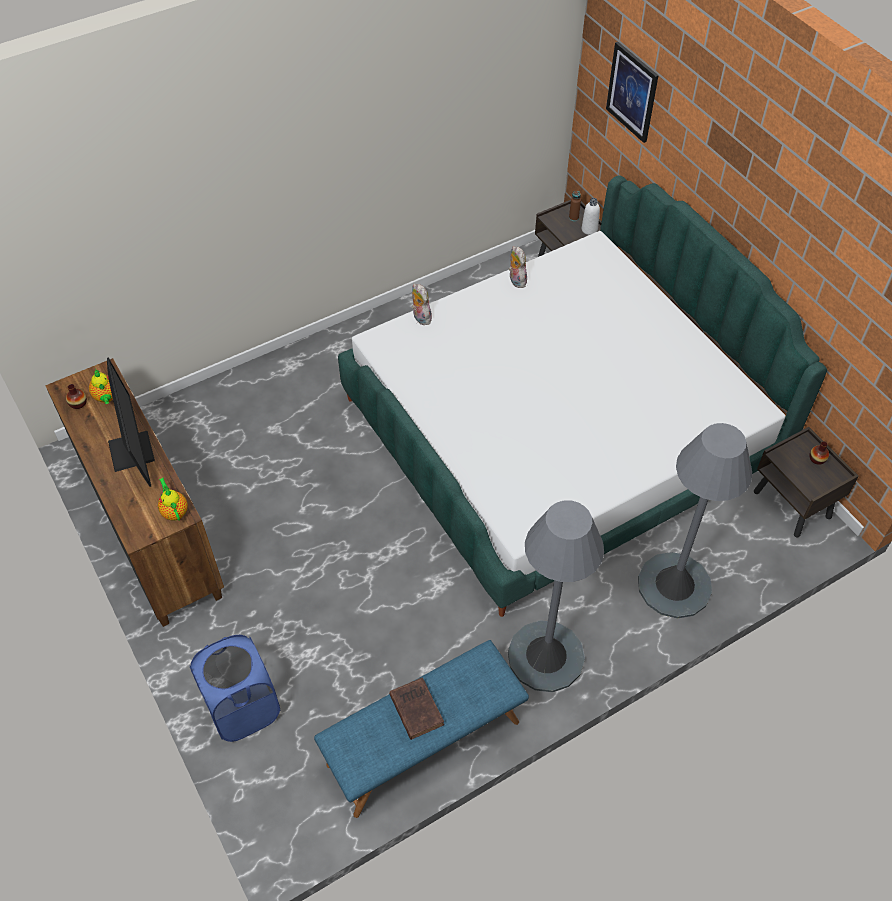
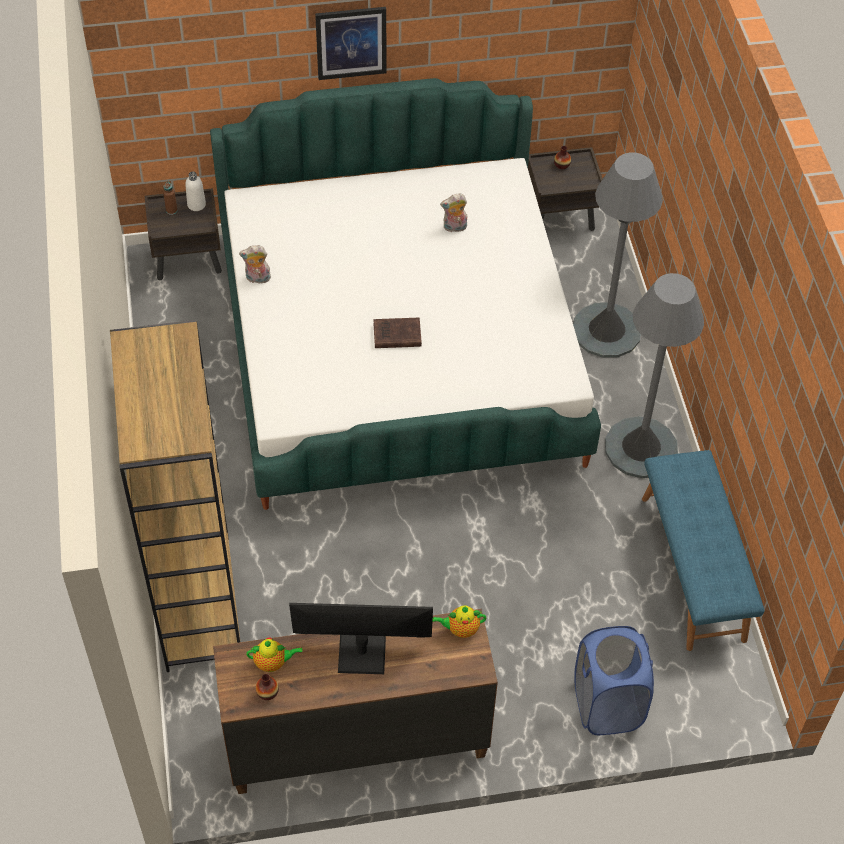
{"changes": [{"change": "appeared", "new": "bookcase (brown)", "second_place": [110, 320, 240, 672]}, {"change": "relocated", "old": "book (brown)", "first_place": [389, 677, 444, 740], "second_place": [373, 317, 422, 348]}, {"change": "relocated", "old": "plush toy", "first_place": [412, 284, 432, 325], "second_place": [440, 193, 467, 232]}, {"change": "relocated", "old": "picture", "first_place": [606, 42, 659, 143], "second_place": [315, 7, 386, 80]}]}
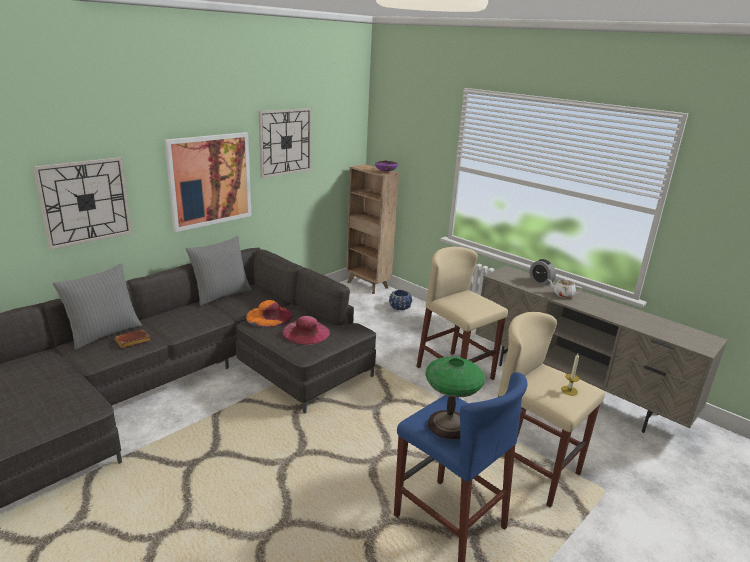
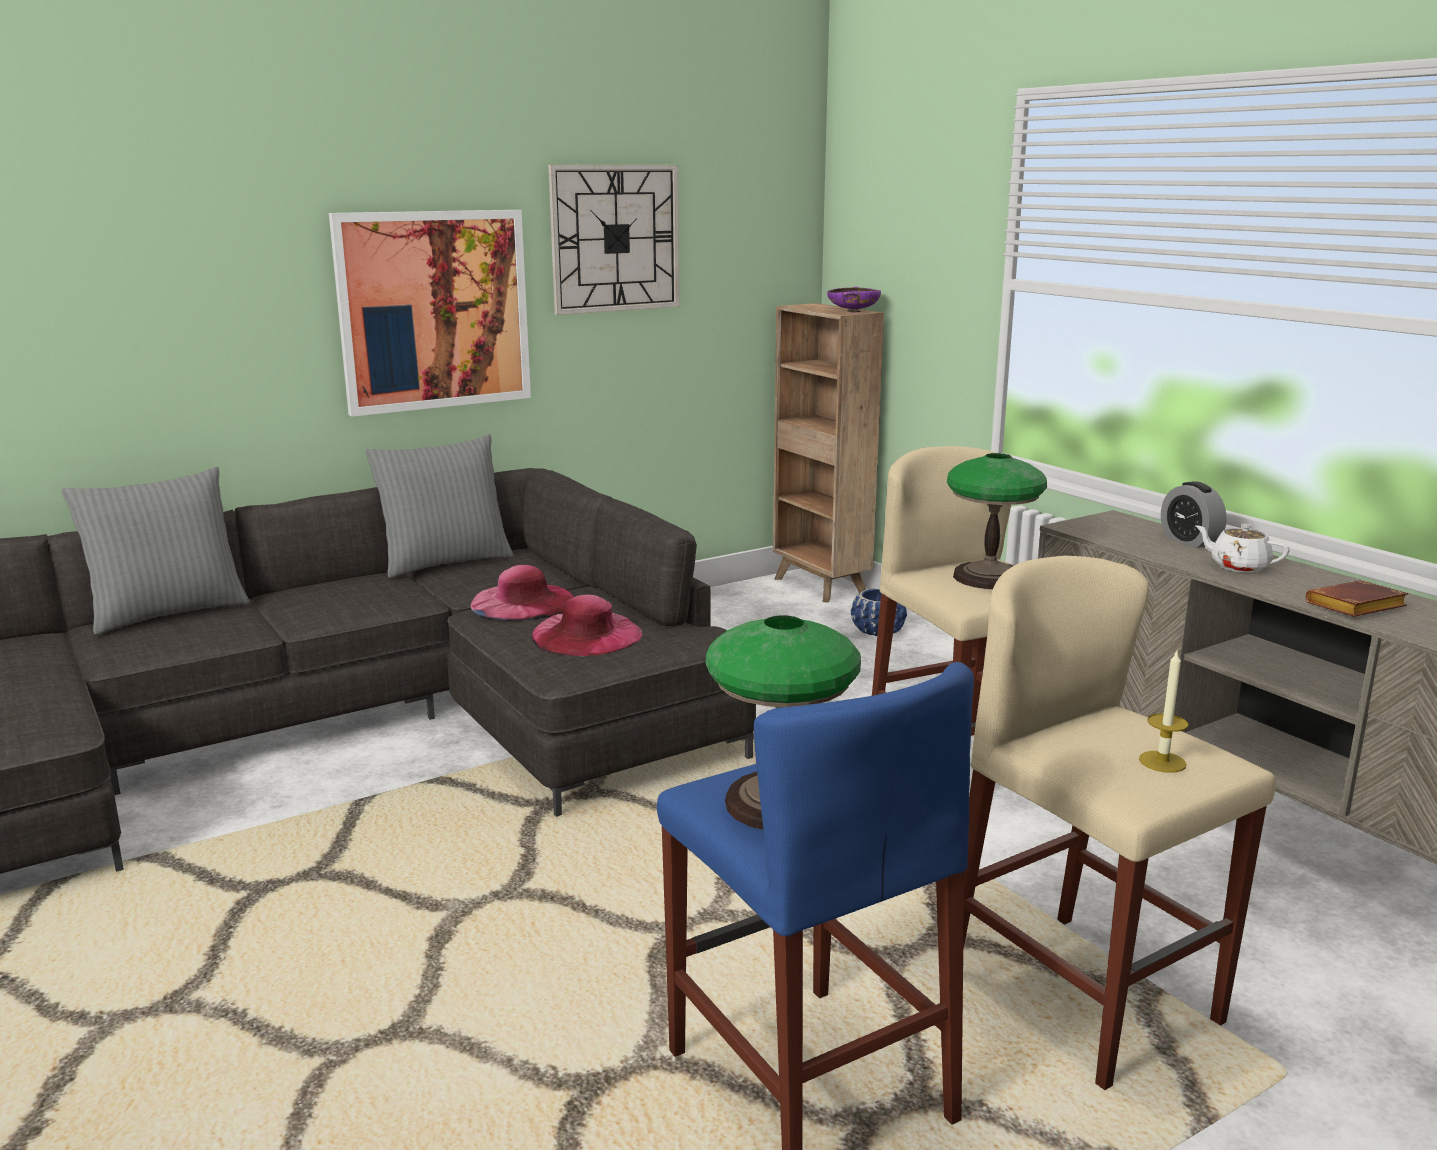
{"changes": [{"change": "missing", "old": "wall clock", "first_place": [33, 157, 132, 250]}, {"change": "appeared", "new": "table lamp", "second_place": [947, 453, 1047, 589]}, {"change": "relocated", "old": "book (brown)", "first_place": [115, 329, 150, 348], "second_place": [1306, 580, 1408, 617]}, {"change": "colour", "old": "hat (orange)", "new": "hat (pink)", "first_place": [246, 300, 293, 327], "second_place": [470, 565, 574, 621]}]}
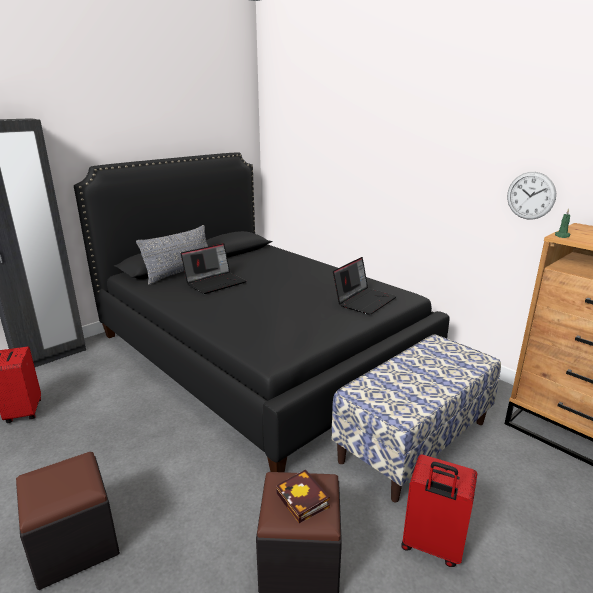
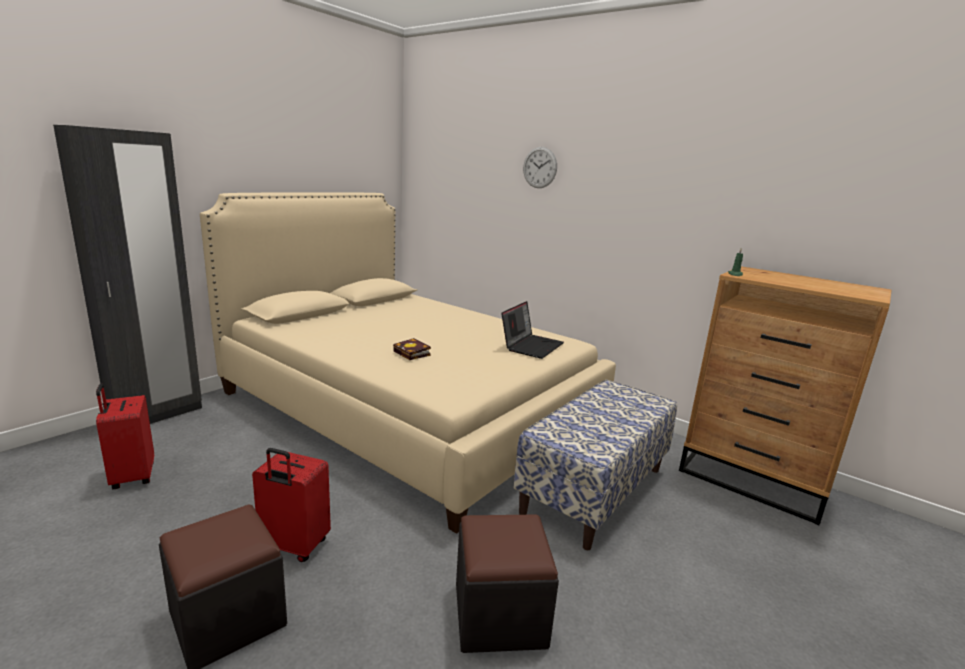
{"changes": [{"change": "missing", "old": "pillow (grey)", "first_place": [136, 225, 208, 285]}, {"change": "missing", "old": "laptop", "first_place": [181, 243, 246, 294]}, {"change": "relocated", "old": "book", "first_place": [276, 469, 330, 523], "second_place": [393, 338, 431, 360]}, {"change": "relocated", "old": "suitcase (red)", "first_place": [401, 455, 477, 567], "second_place": [252, 448, 331, 562]}, {"change": "relocated", "old": "wall clock", "first_place": [507, 172, 556, 220], "second_place": [523, 147, 557, 188]}, {"change": "colour", "old": "bed (black)", "new": "bed (beige)", "first_place": [74, 152, 450, 472], "second_place": [200, 193, 616, 534]}]}
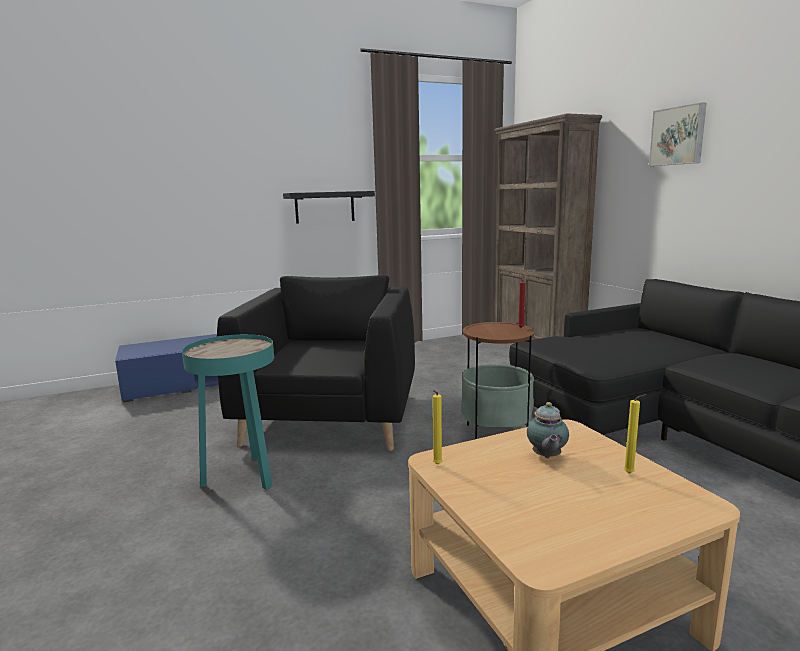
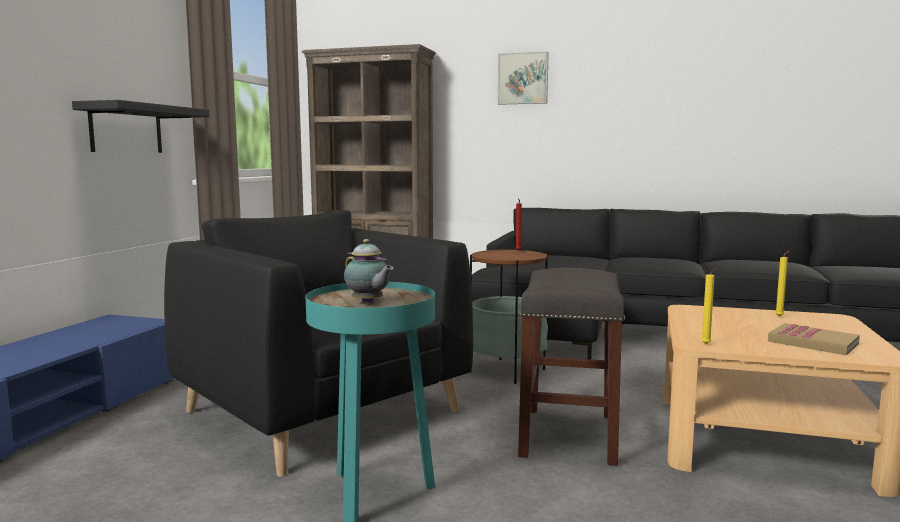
{"changes": [{"change": "appeared", "new": "stool (grey)", "second_place": [518, 268, 625, 466]}, {"change": "appeared", "new": "book", "second_place": [768, 323, 860, 355]}, {"change": "relocated", "old": "teapot", "first_place": [527, 402, 569, 458], "second_place": [344, 239, 393, 303]}]}
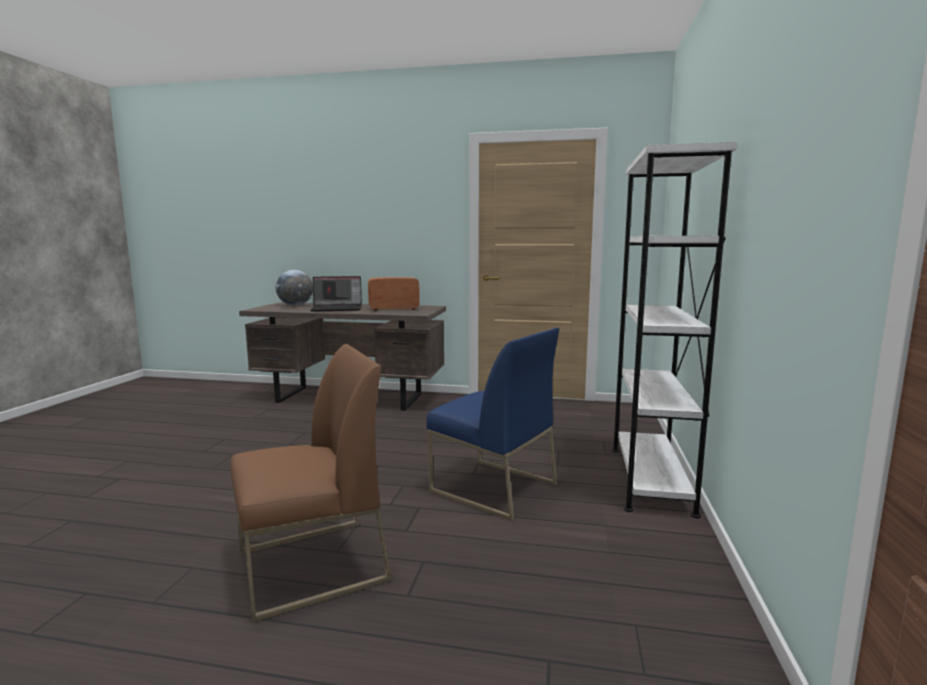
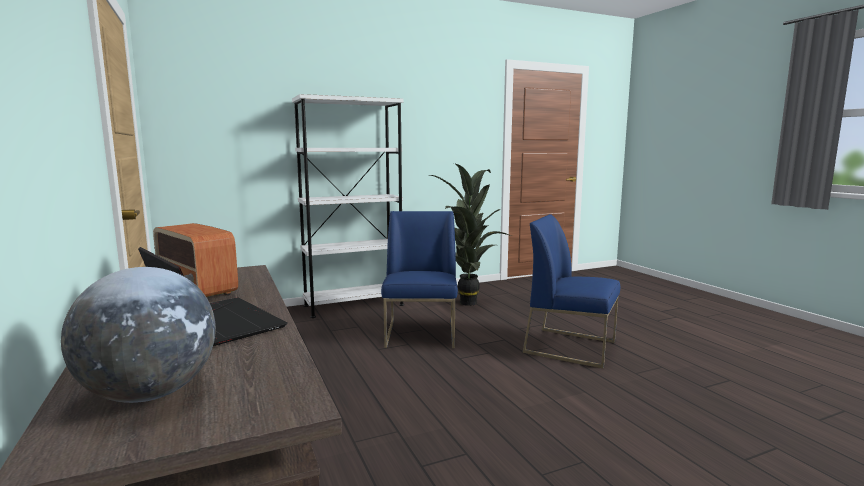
{"changes": [{"change": "appeared", "new": "potted plant", "second_place": [430, 163, 512, 306]}, {"change": "colour", "old": "chair (brown)", "new": "chair (blue)", "first_place": [230, 344, 392, 623], "second_place": [523, 214, 620, 369]}]}
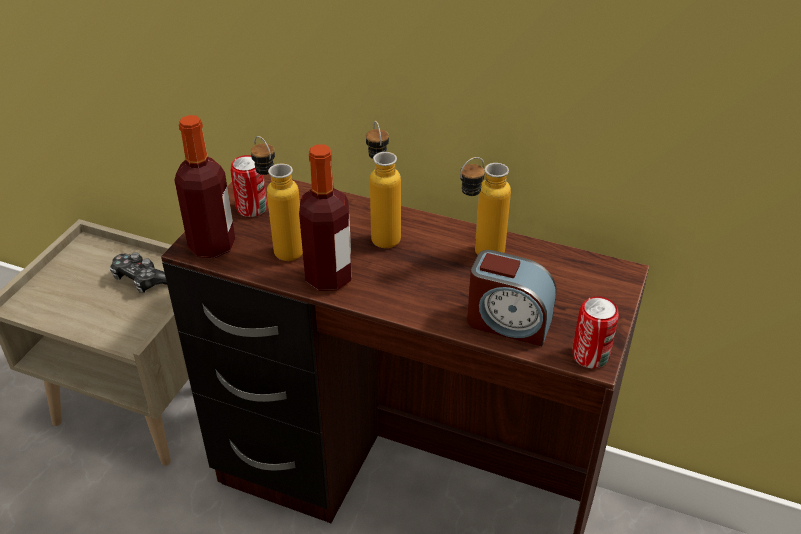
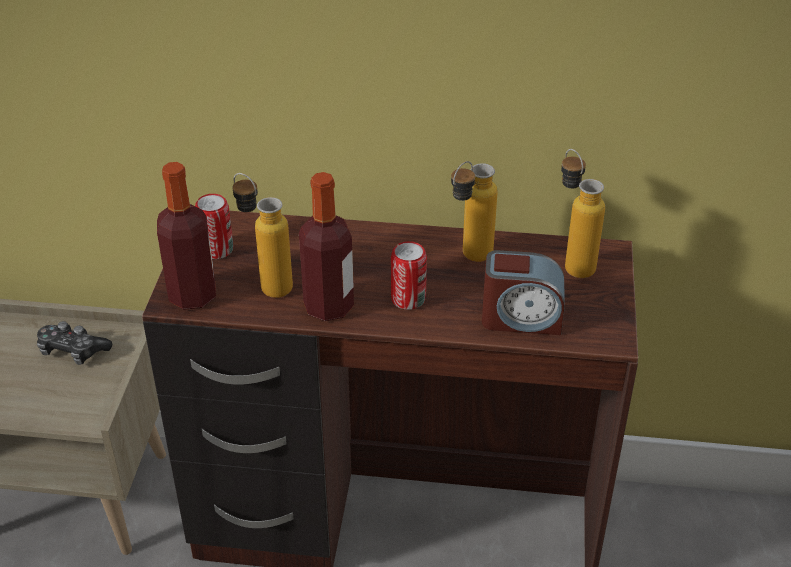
{"changes": [{"change": "relocated", "old": "bottle", "first_place": [366, 121, 401, 248], "second_place": [561, 149, 605, 278]}, {"change": "relocated", "old": "can", "first_place": [572, 296, 619, 368], "second_place": [391, 241, 427, 310]}]}
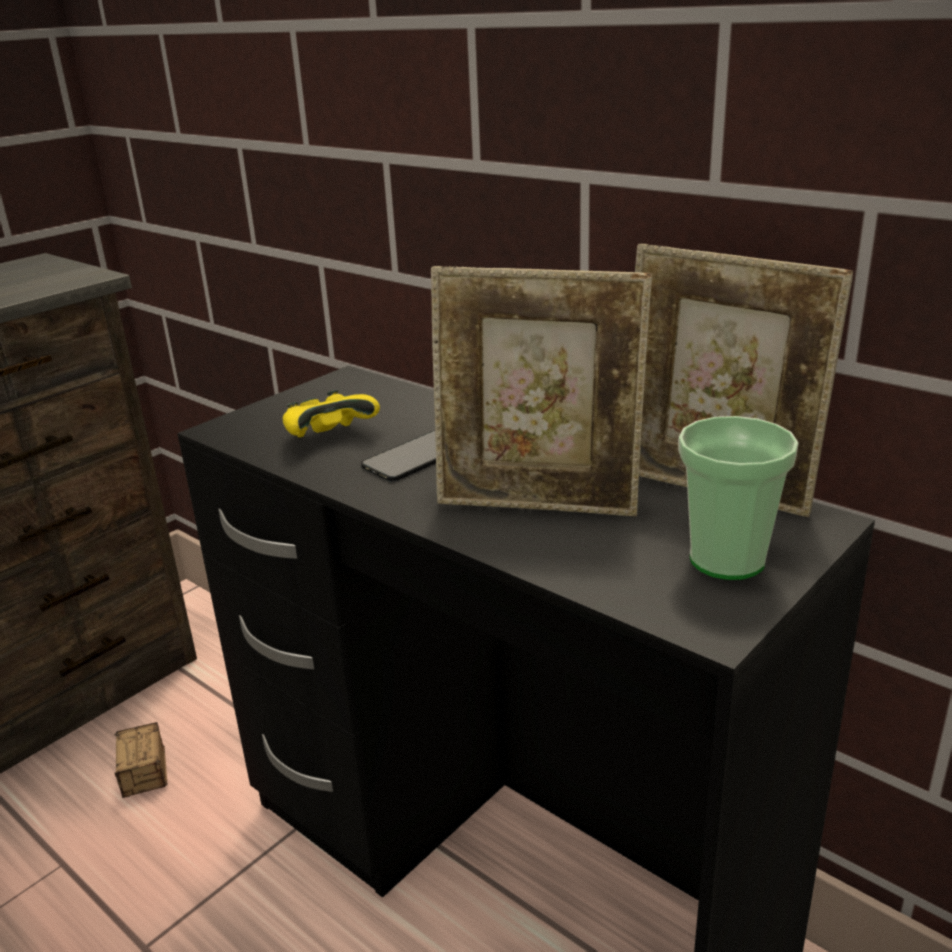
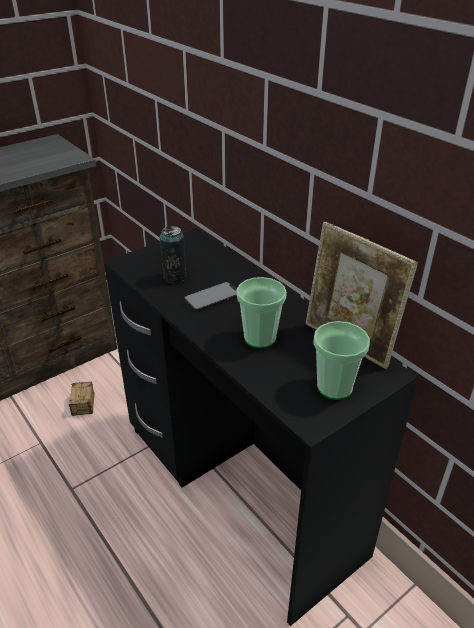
{"changes": [{"change": "exchanged", "old": "game controller (yellow)", "new": "can", "first_place": [283, 390, 380, 438], "second_place": [160, 226, 186, 283]}, {"change": "exchanged", "old": "picture frame", "new": "cup", "first_place": [431, 266, 652, 516], "second_place": [236, 277, 287, 348]}]}
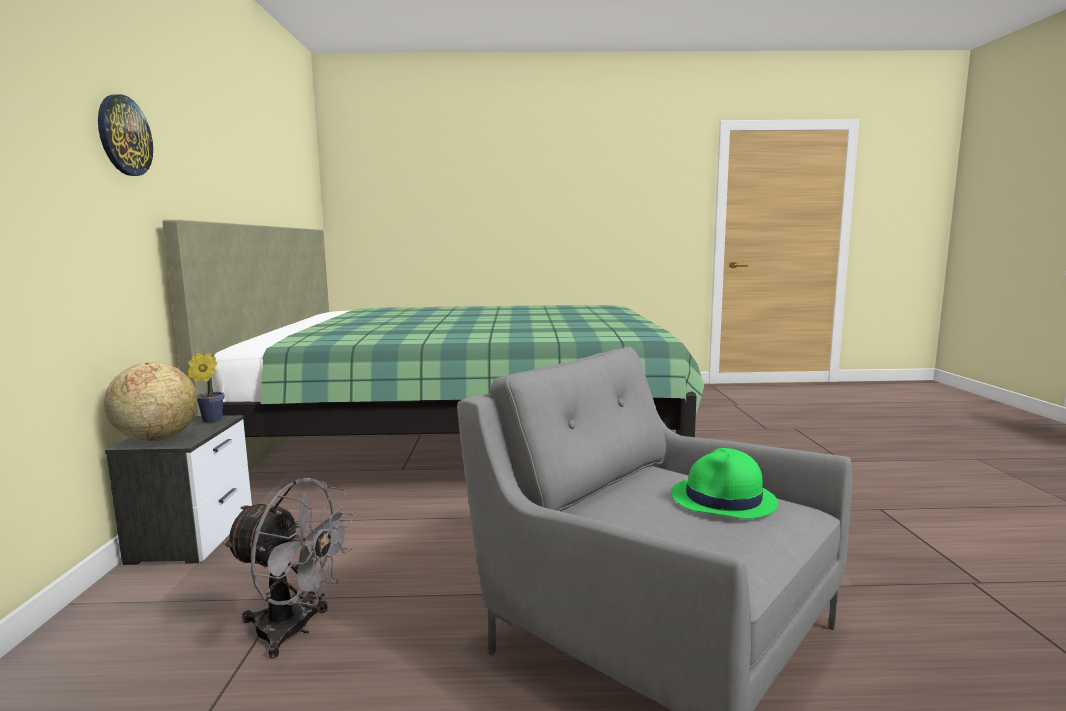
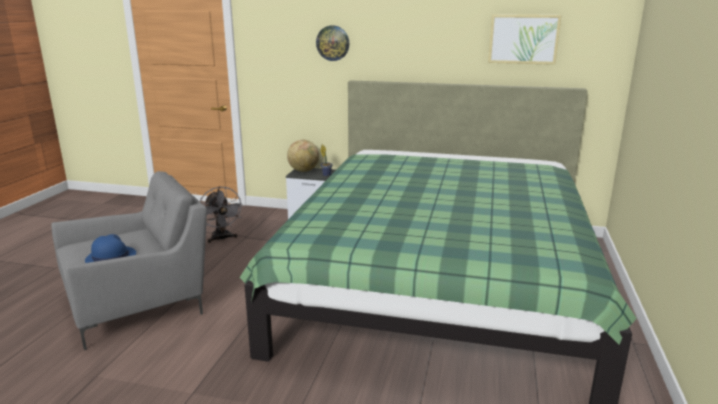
{"changes": [{"change": "appeared", "new": "picture", "second_place": [488, 14, 561, 65]}, {"change": "colour", "old": "hat (green)", "new": "hat (blue)", "first_place": [671, 448, 778, 519], "second_place": [85, 234, 136, 263]}, {"change": "spun", "old": "fan (grey)", "first_place": [223, 478, 355, 658], "second_place": [200, 186, 243, 243], "degrees": -60}]}
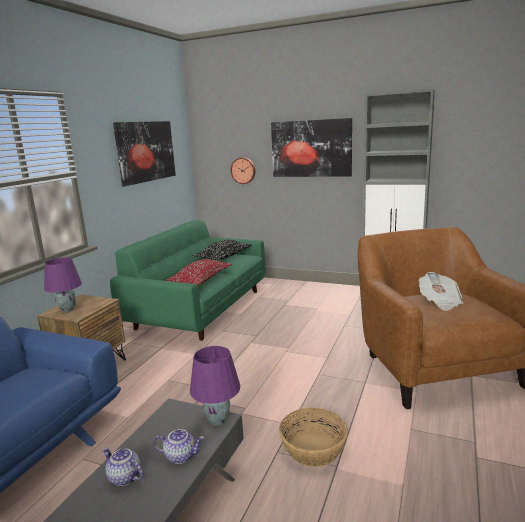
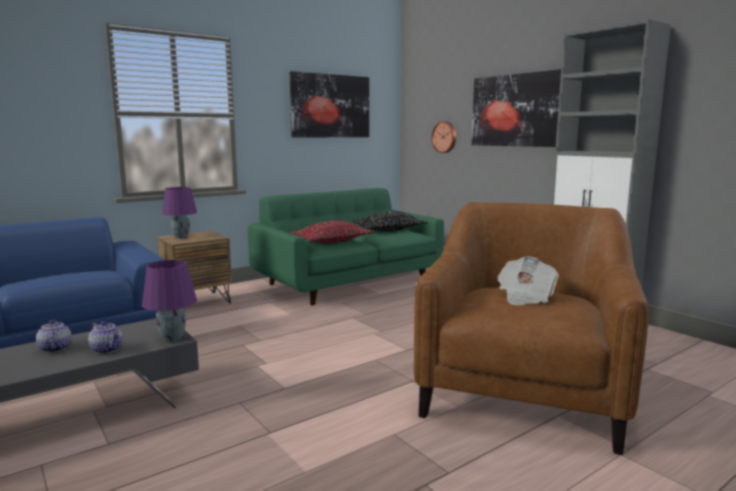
{"changes": [{"change": "missing", "old": "basket", "first_place": [279, 408, 348, 467]}]}
